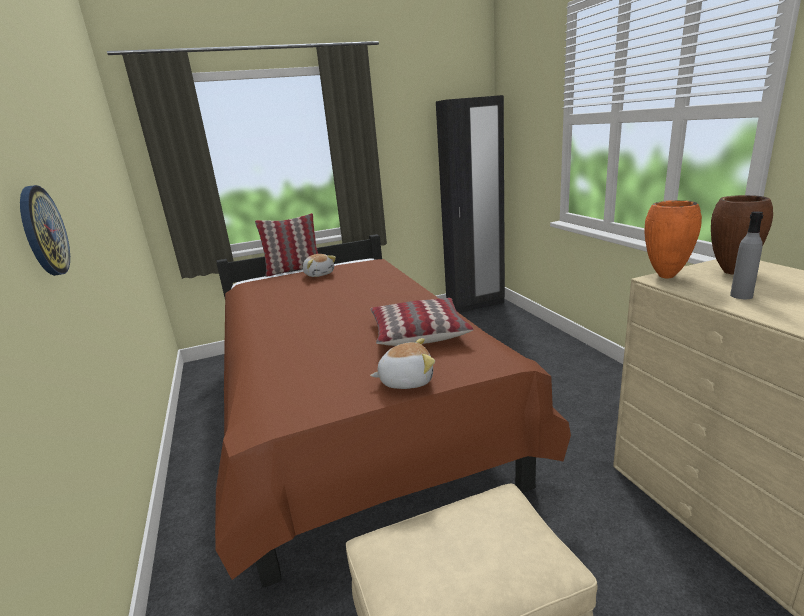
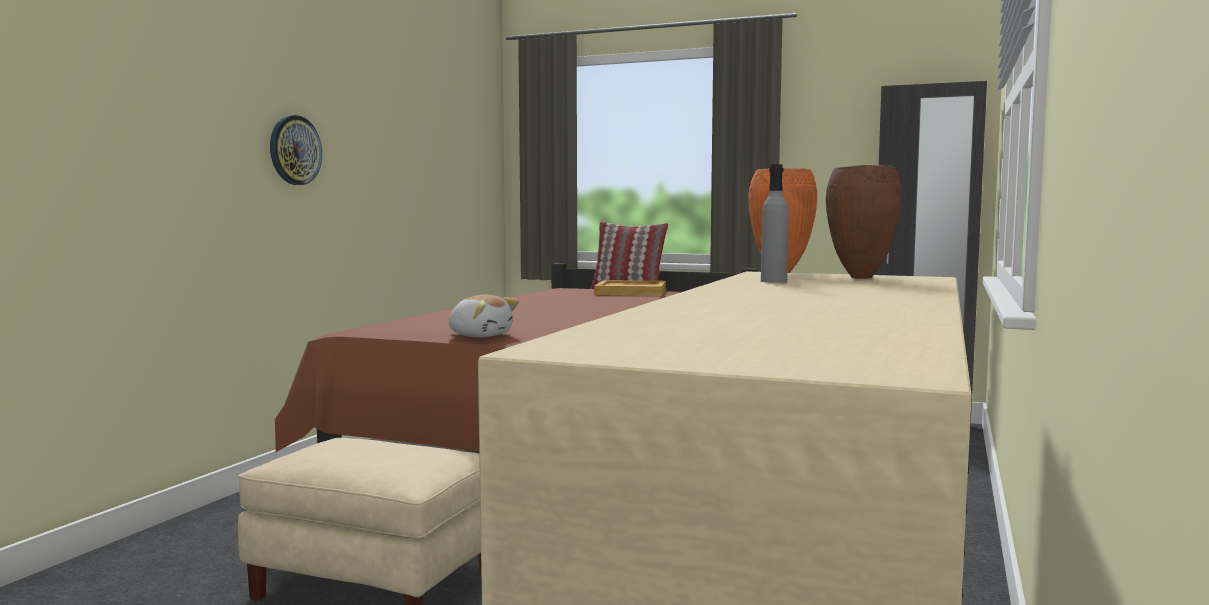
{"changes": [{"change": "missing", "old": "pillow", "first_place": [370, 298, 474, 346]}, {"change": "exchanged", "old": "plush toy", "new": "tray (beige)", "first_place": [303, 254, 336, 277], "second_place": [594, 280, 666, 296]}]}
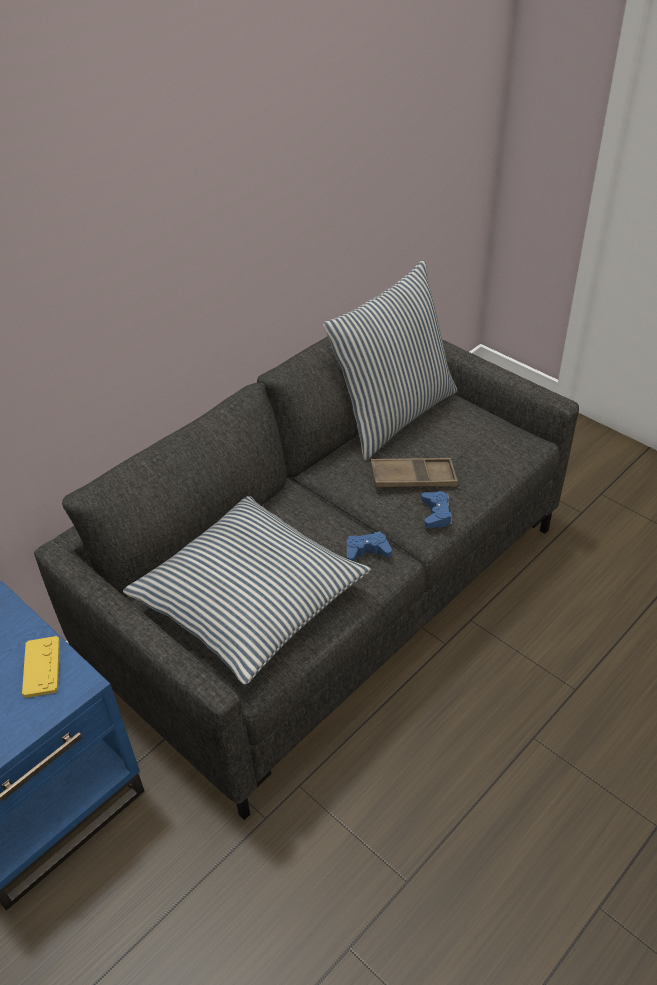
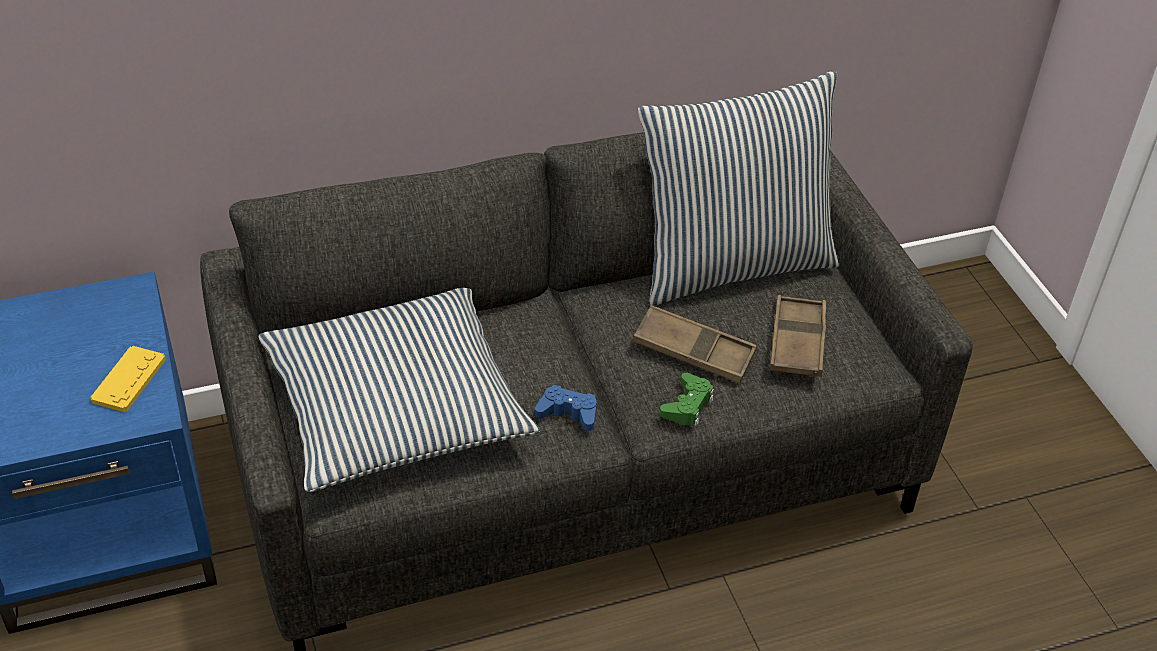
{"changes": [{"change": "appeared", "new": "tray (brown)", "second_place": [770, 295, 826, 377]}, {"change": "colour", "old": "game controller (blue)", "new": "game controller (green)", "first_place": [421, 491, 452, 528], "second_place": [660, 373, 714, 426]}]}
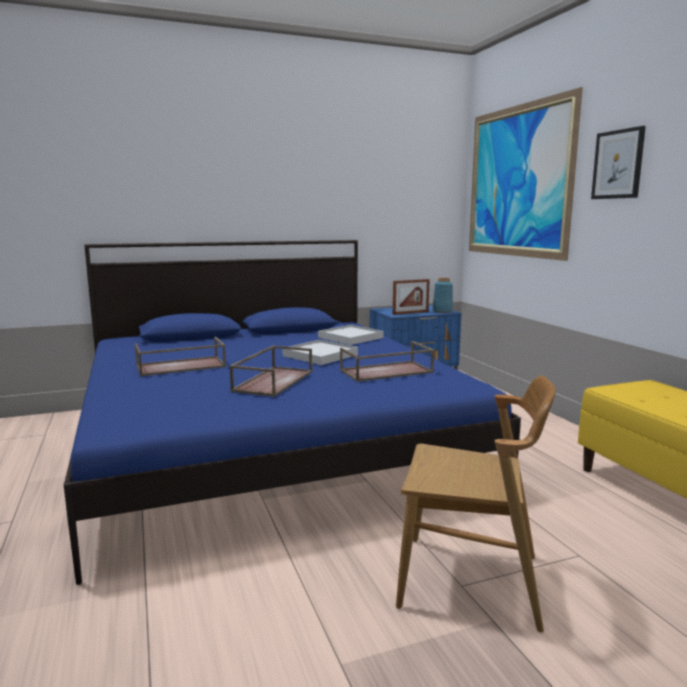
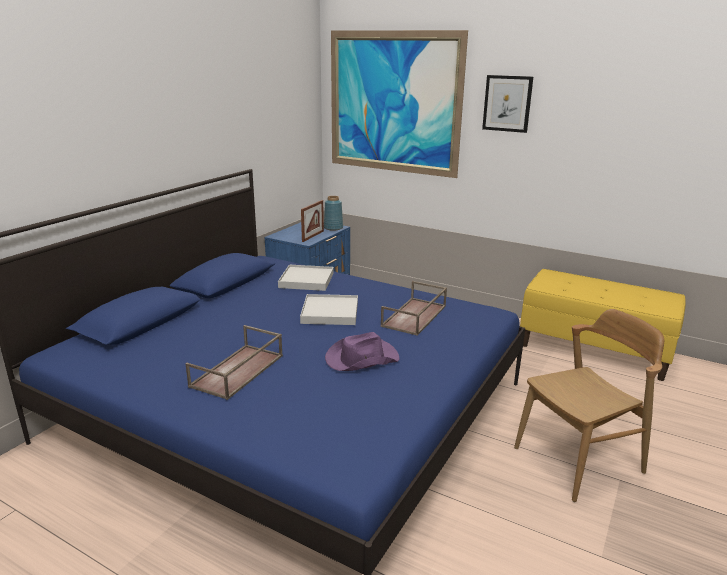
{"changes": [{"change": "exchanged", "old": "tray (brown)", "new": "hat (purple)", "first_place": [230, 345, 312, 397], "second_place": [325, 332, 399, 371]}]}
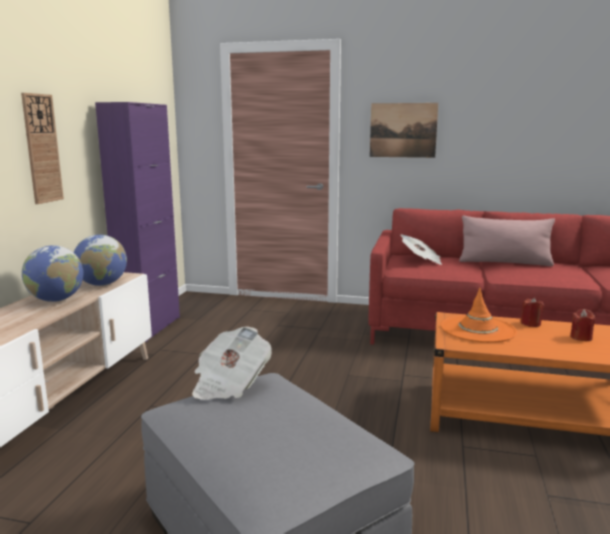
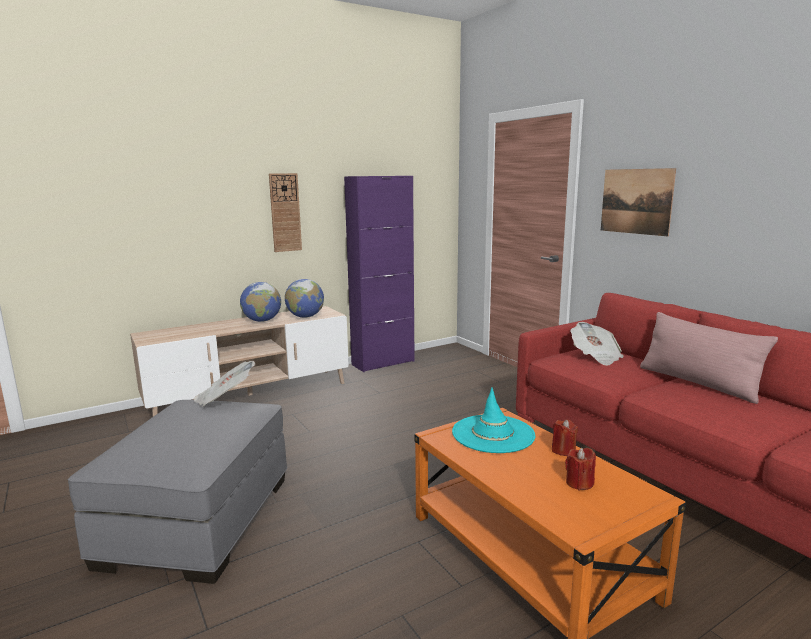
{"changes": [{"change": "colour", "old": "hat (orange)", "new": "hat (turquoise)", "first_place": [440, 287, 517, 343], "second_place": [452, 388, 536, 453]}]}
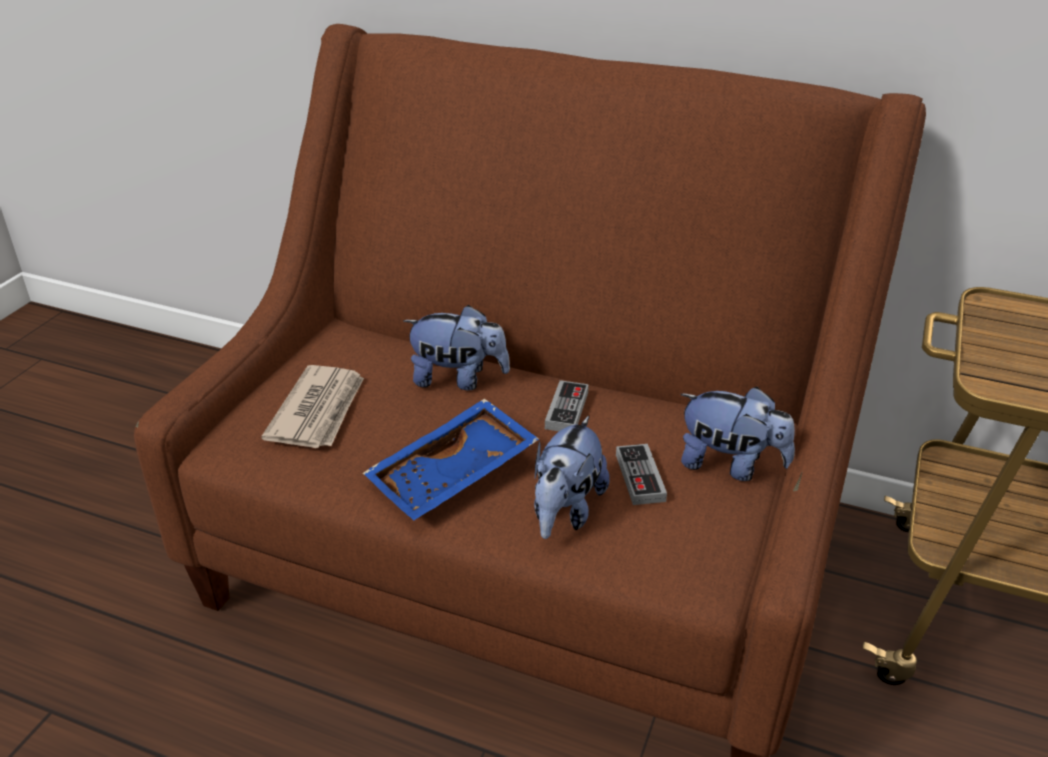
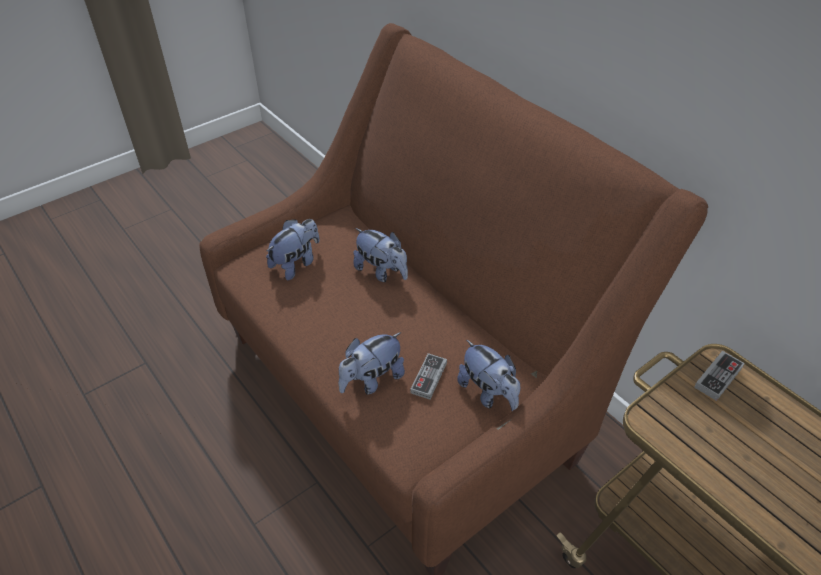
{"changes": [{"change": "missing", "old": "tray (blue)", "first_place": [363, 398, 539, 520]}, {"change": "relocated", "old": "game controller", "first_place": [545, 380, 589, 431], "second_place": [694, 351, 745, 401]}, {"change": "exchanged", "old": "newspaper", "new": "plush toy", "first_place": [261, 365, 364, 448], "second_place": [266, 219, 320, 280]}]}
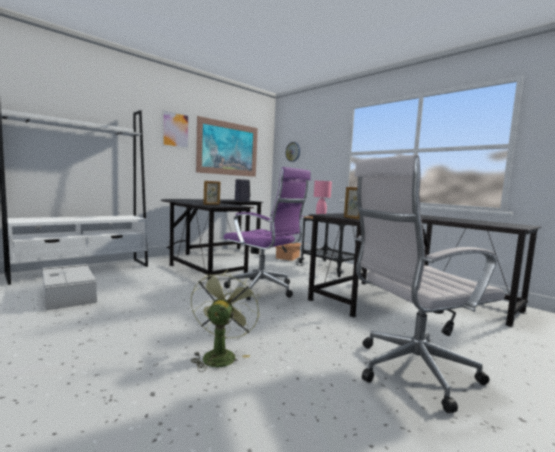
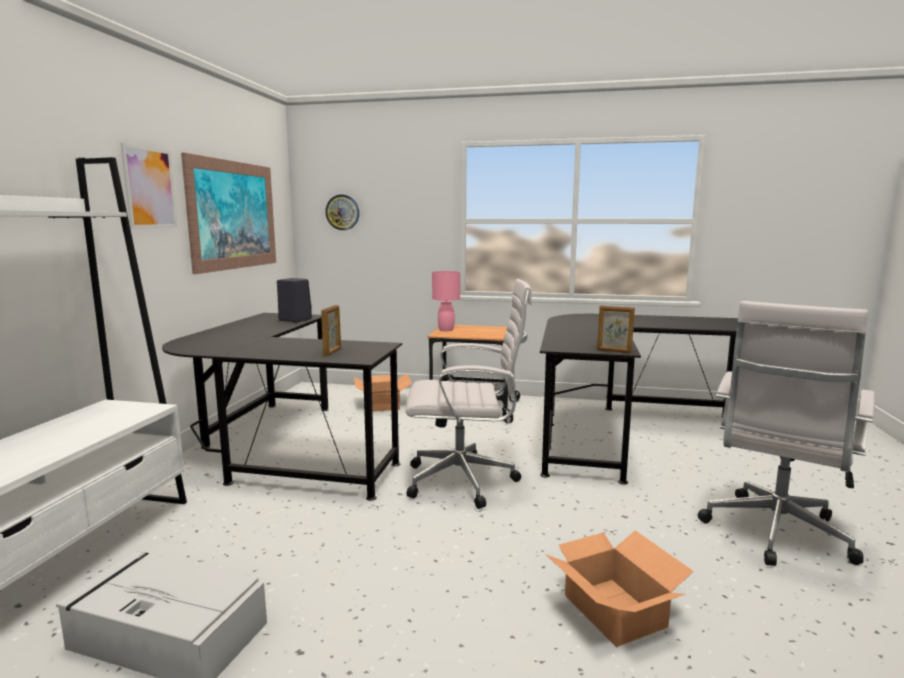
{"changes": [{"change": "exchanged", "old": "fan (green)", "new": "cardboard box", "first_place": [191, 270, 260, 372], "second_place": [547, 530, 694, 647]}, {"change": "colour", "old": "office chair (purple)", "new": "office chair (white)", "first_place": [224, 167, 311, 300], "second_place": [406, 279, 532, 509]}]}
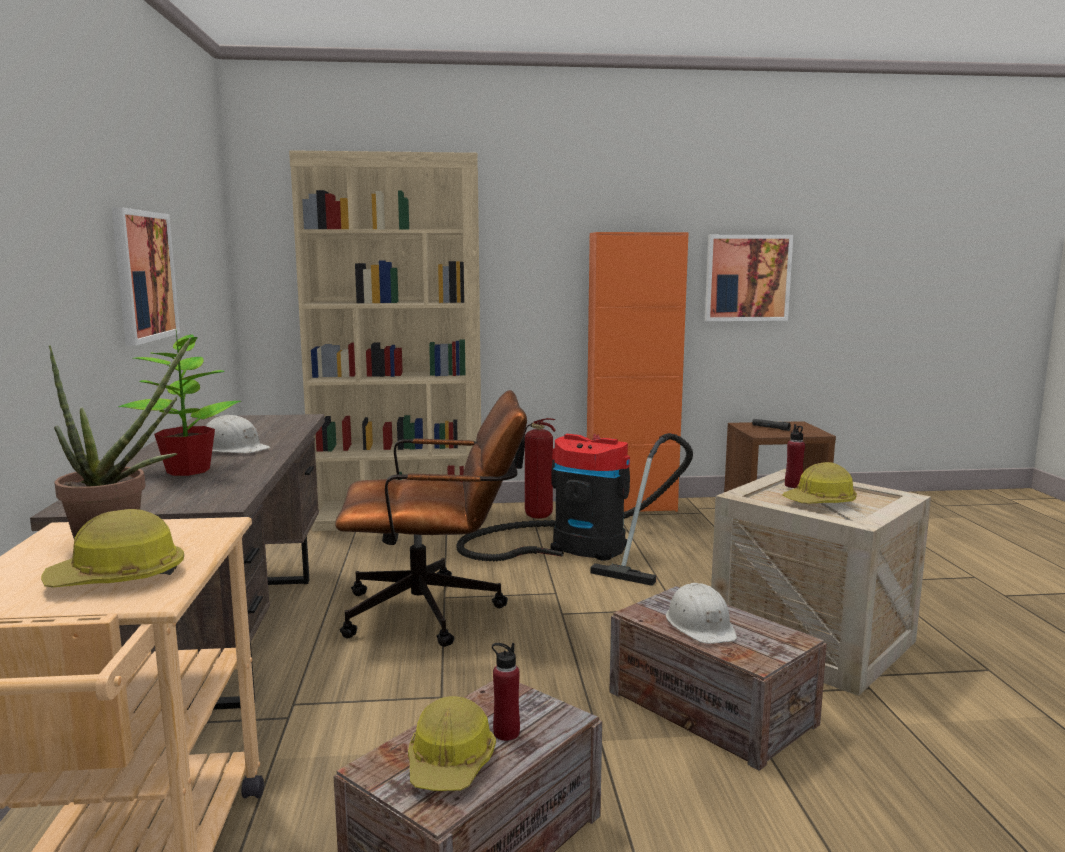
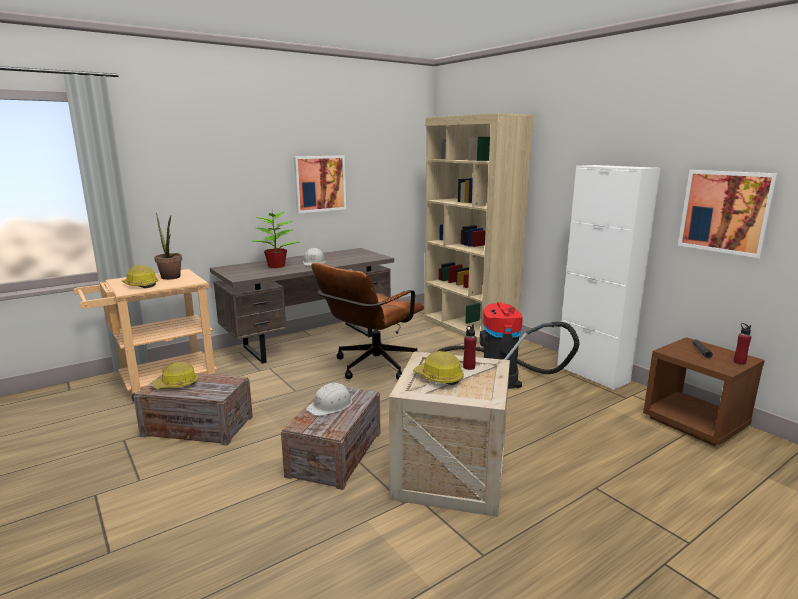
{"changes": [{"change": "missing", "old": "fire extinguisher", "first_place": [514, 418, 555, 519]}, {"change": "relocated", "old": "bottle (red)", "first_place": [492, 643, 520, 741], "second_place": [733, 323, 751, 364]}, {"change": "colour", "old": "cabinet (orange)", "new": "cabinet (white)", "first_place": [587, 232, 689, 512], "second_place": [557, 165, 661, 390]}, {"change": "spun", "old": "office chair (brown)", "first_place": [335, 390, 527, 647], "second_place": [311, 263, 424, 380], "degrees": 75}]}
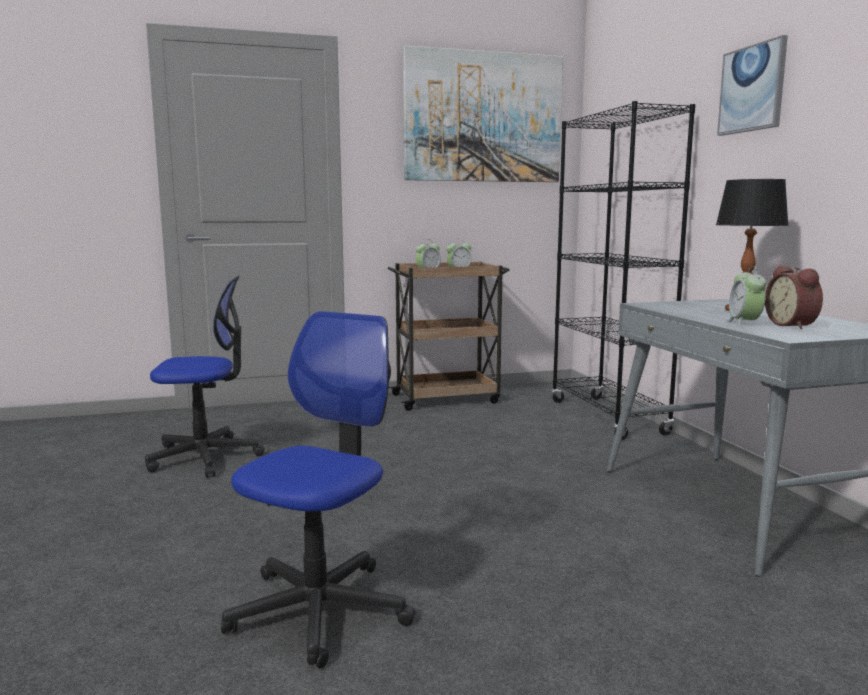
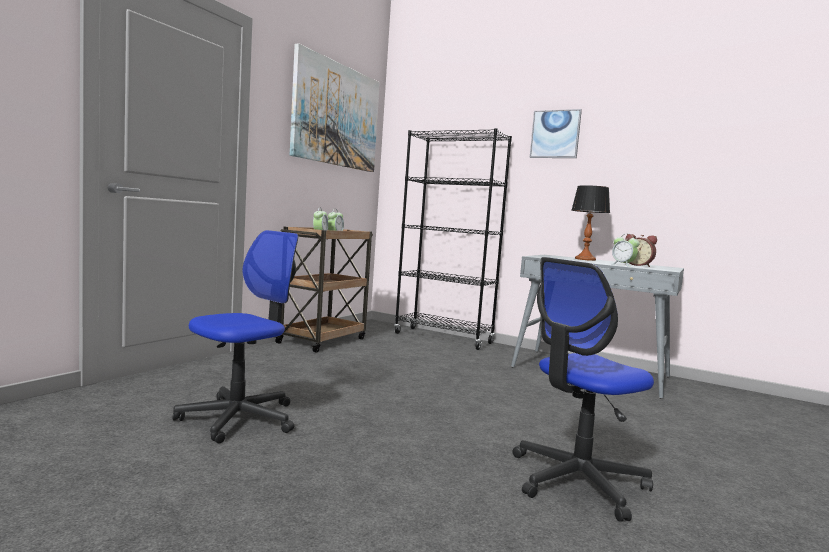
{"changes": [{"change": "spun", "old": "office chair", "first_place": [221, 311, 415, 669], "second_place": [512, 257, 654, 522], "degrees": -105}]}
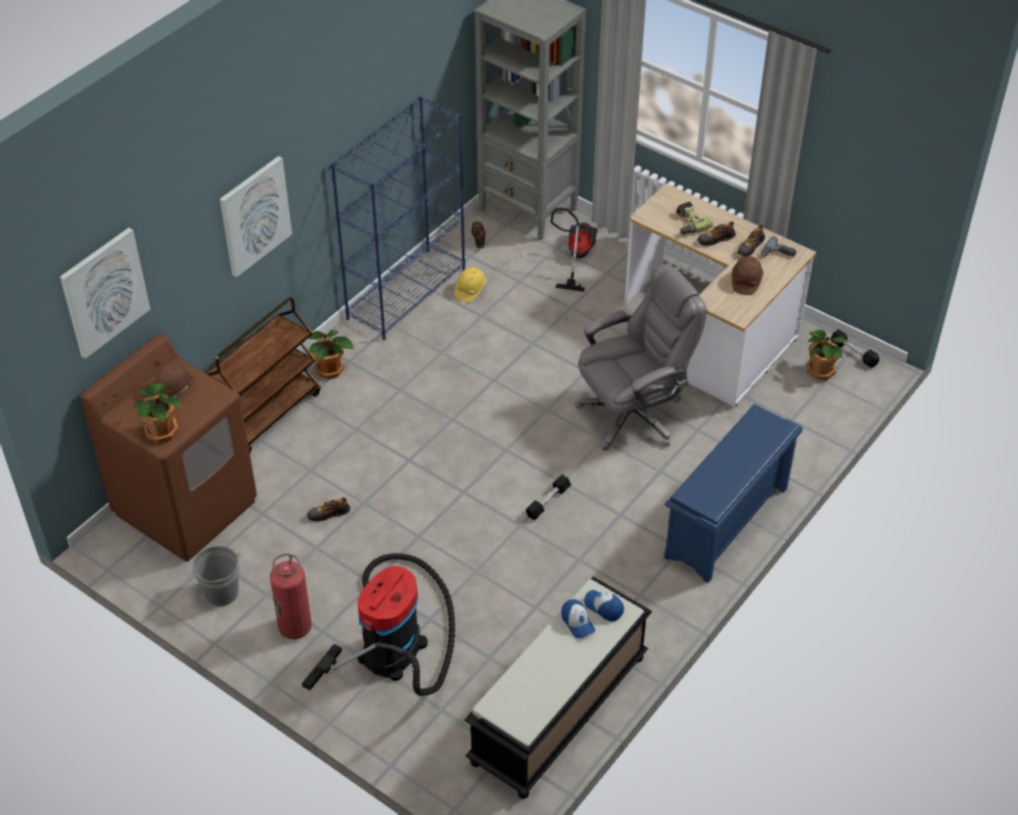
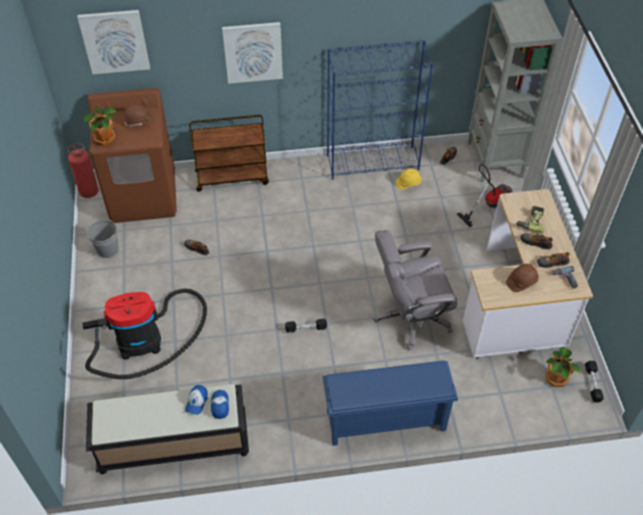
{"changes": [{"change": "missing", "old": "potted plant", "first_place": [308, 330, 354, 379]}, {"change": "relocated", "old": "fire extinguisher", "first_place": [270, 554, 312, 639], "second_place": [68, 143, 99, 198]}, {"change": "spun", "old": "office chair (grey)", "first_place": [575, 264, 707, 451], "second_place": [373, 230, 458, 350], "degrees": 150}]}
